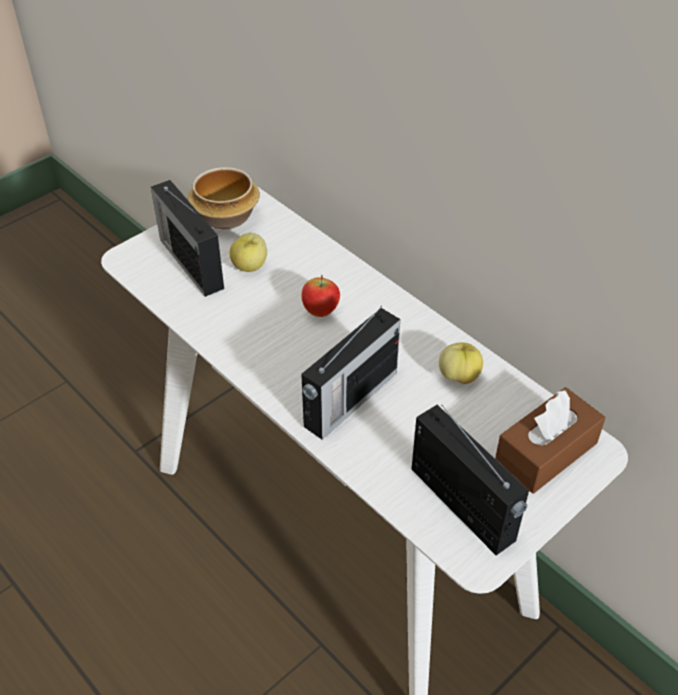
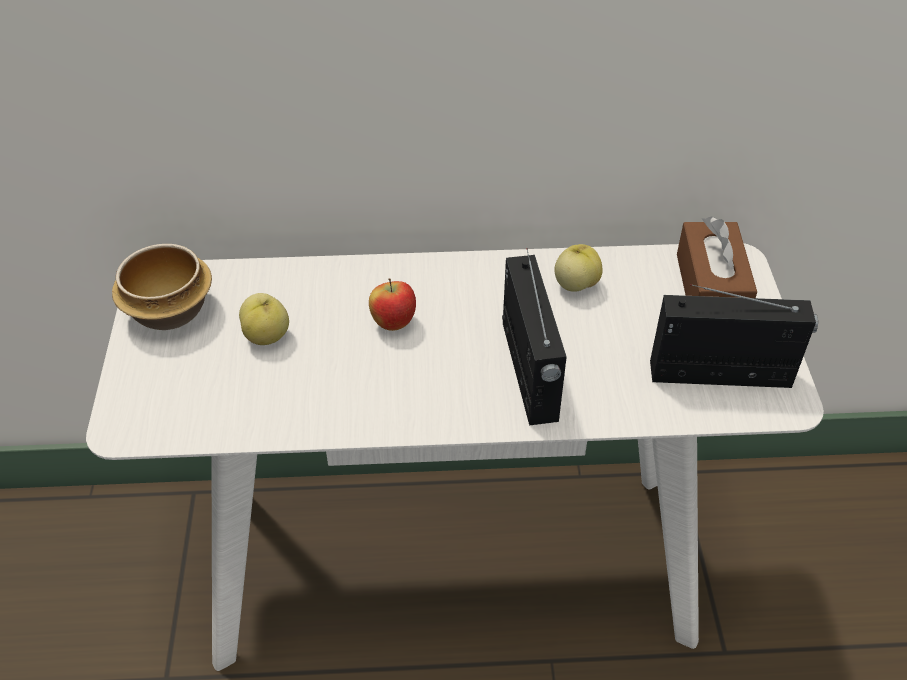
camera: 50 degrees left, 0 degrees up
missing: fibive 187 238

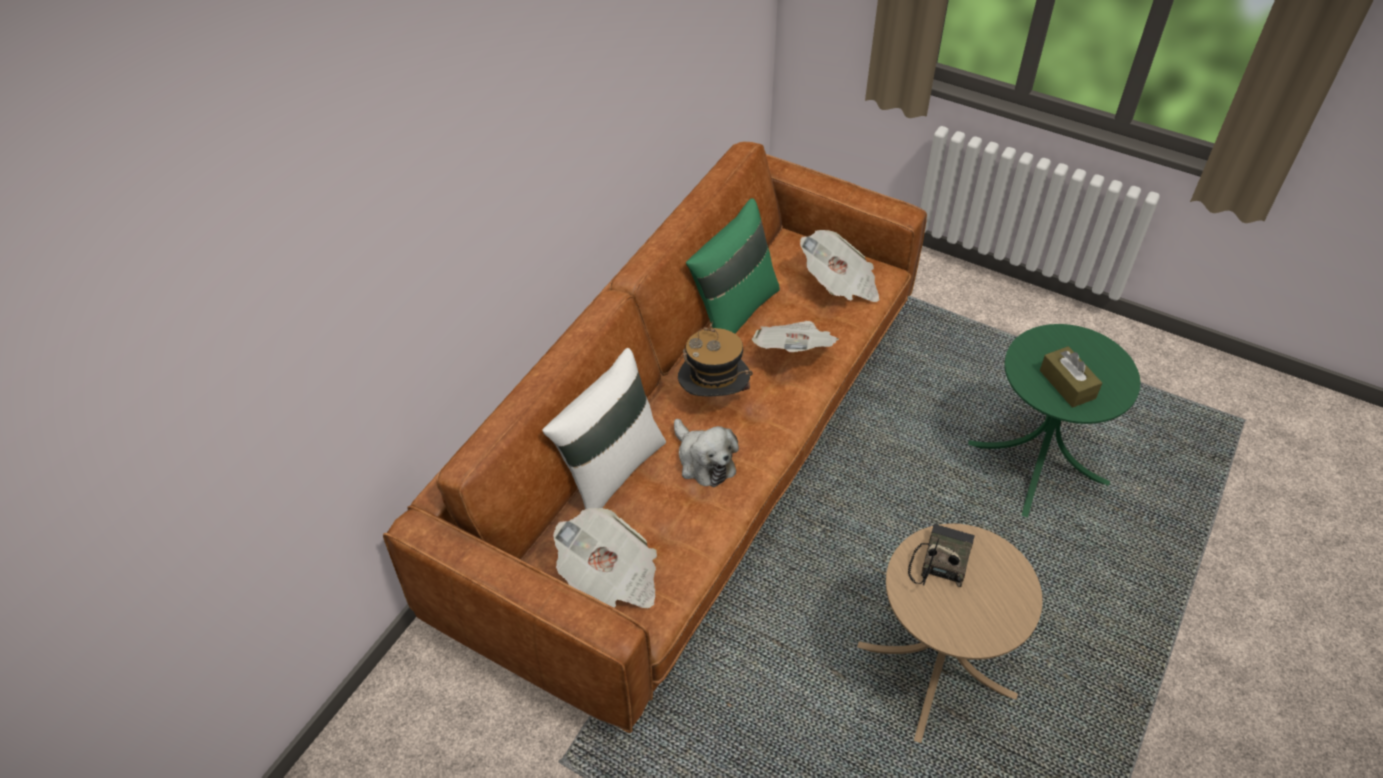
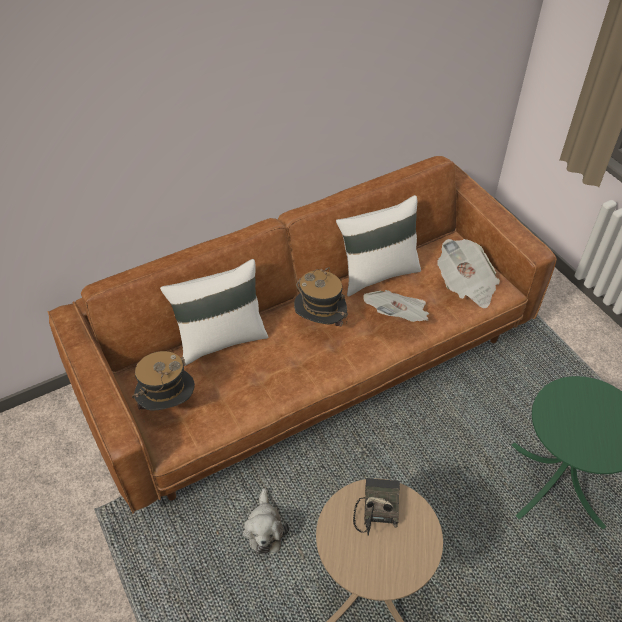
camera: 30 degrees right, 0 degrees up
missing: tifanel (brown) 1071 377
relocated: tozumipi 706 453 to 265 521
exchanged: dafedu 605 558 to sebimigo 163 386
colour: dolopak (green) 733 266 to dolopak (white) 378 246
spun: fibive 941 555 = 376 507 45 degrees counterclockwise

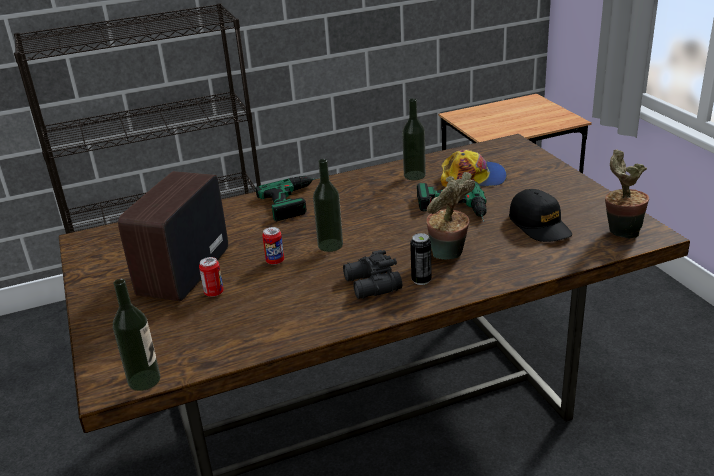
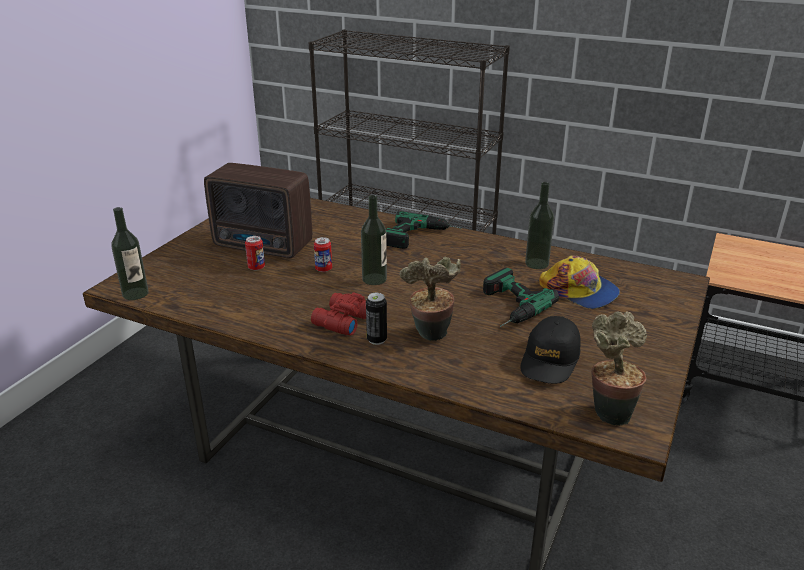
camera: 45 degrees right, 0 degrees up
colour: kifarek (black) 372 274 to kifarek (red) 338 314
spun: fibive 173 236 = 258 210 135 degrees counterclockwise

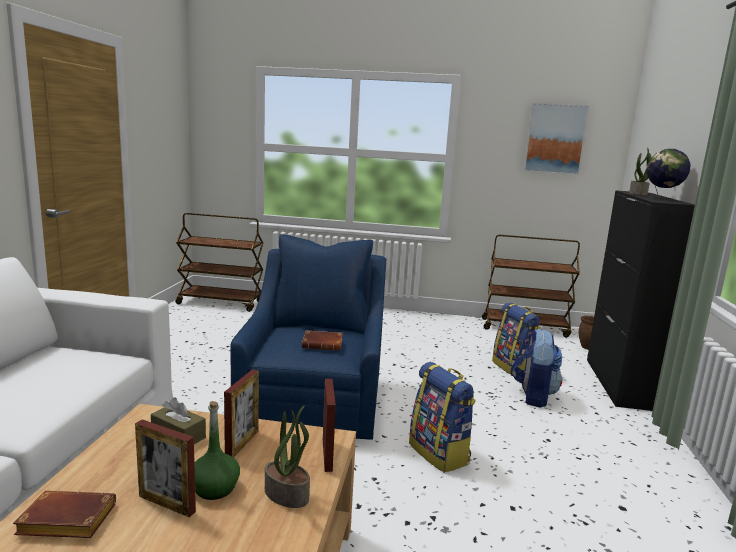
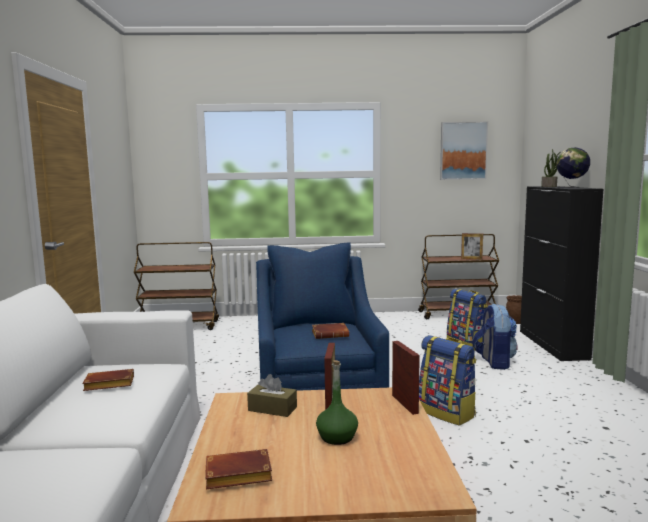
camera: 10 degrees left, 5 degrees down
missing: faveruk 287 457
appeared: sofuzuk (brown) 108 380
relocated: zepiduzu 165 468 to 472 246

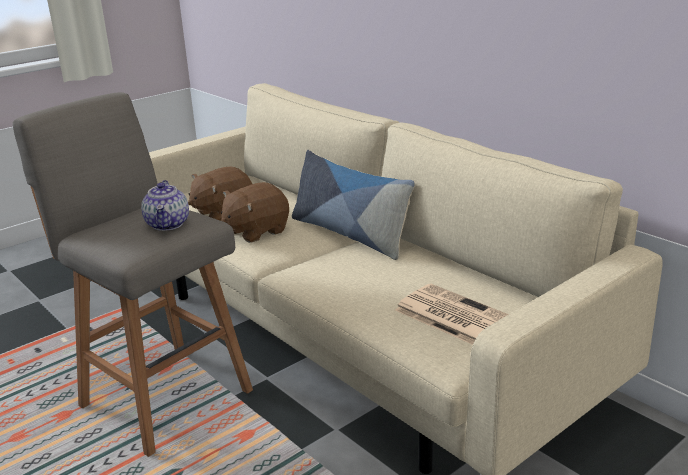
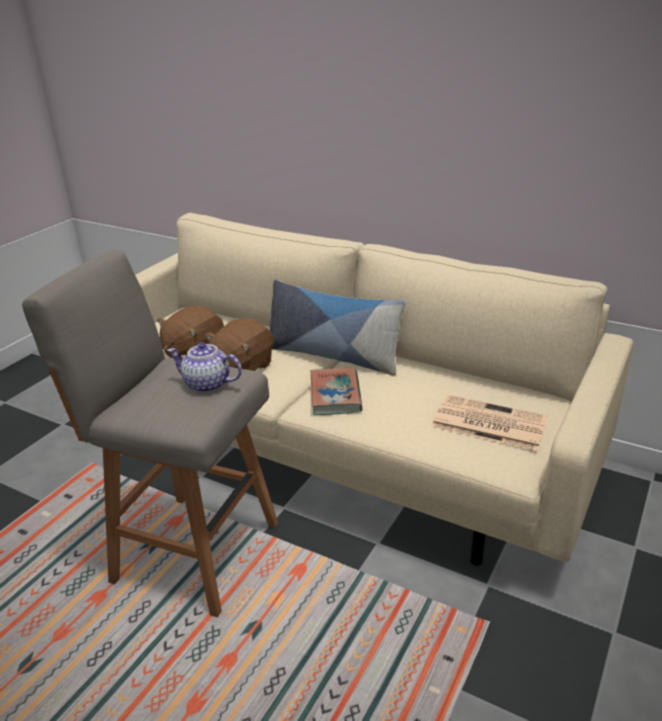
camera: 20 degrees left, 5 degrees up
appeared: sofuzuk 337 391
spun: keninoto 165 205 = 204 367 135 degrees clockwise

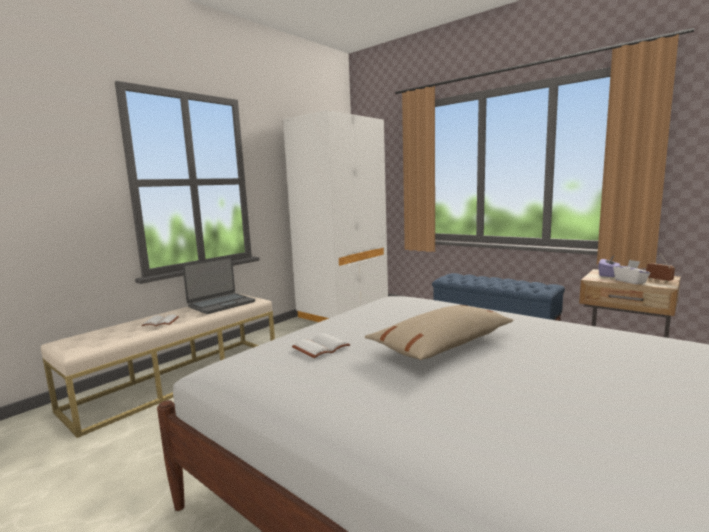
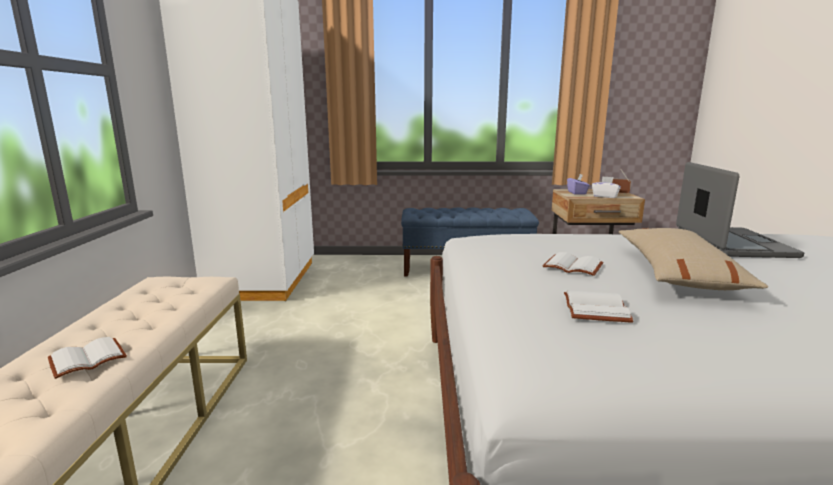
camera: 40 degrees left, 5 degrees up
appeared: sofuzuk (white) 573 264
relocated: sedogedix 218 285 to 740 210

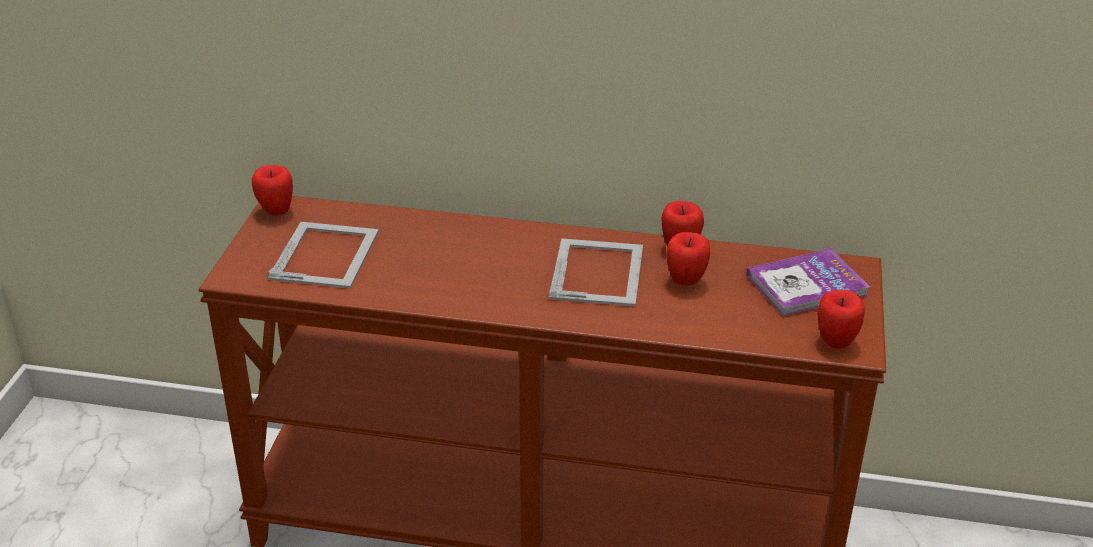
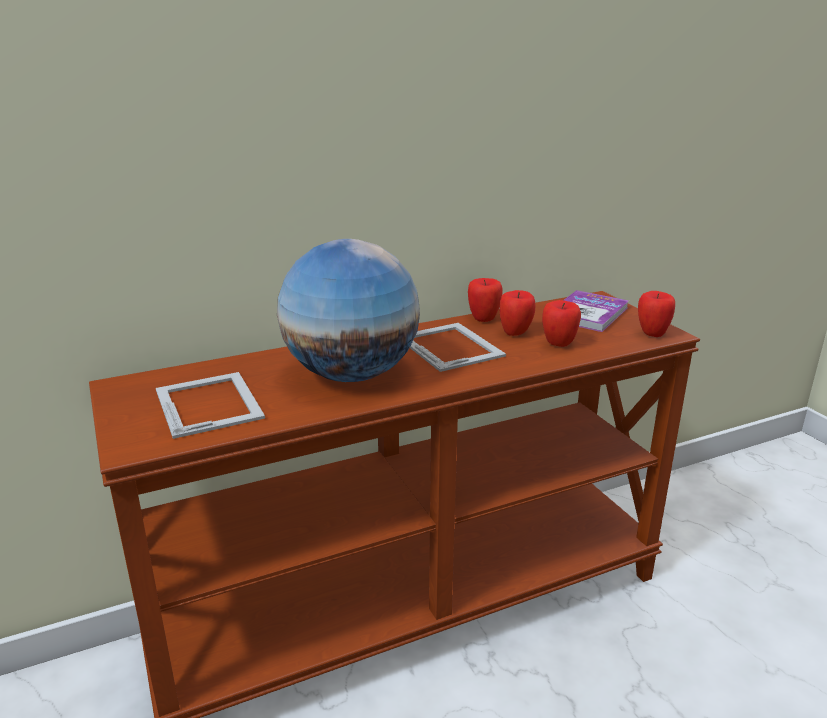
camera: 35 degrees left, 10 degrees down
appeared: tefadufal 348 310
relocated: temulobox 272 190 to 561 323

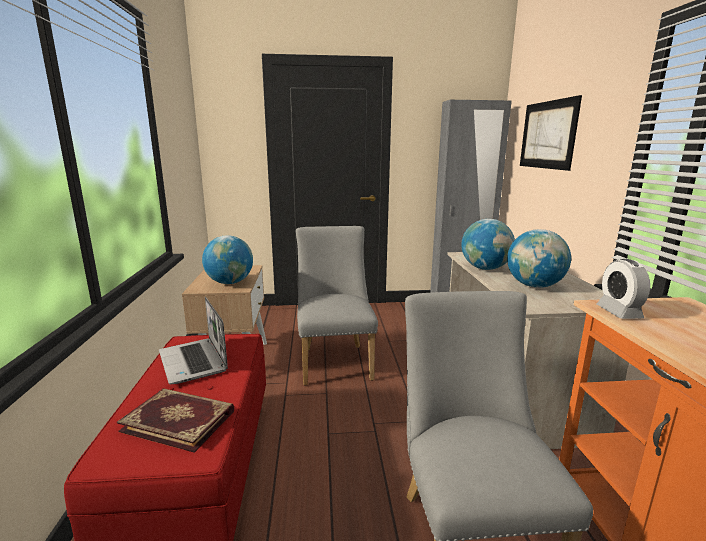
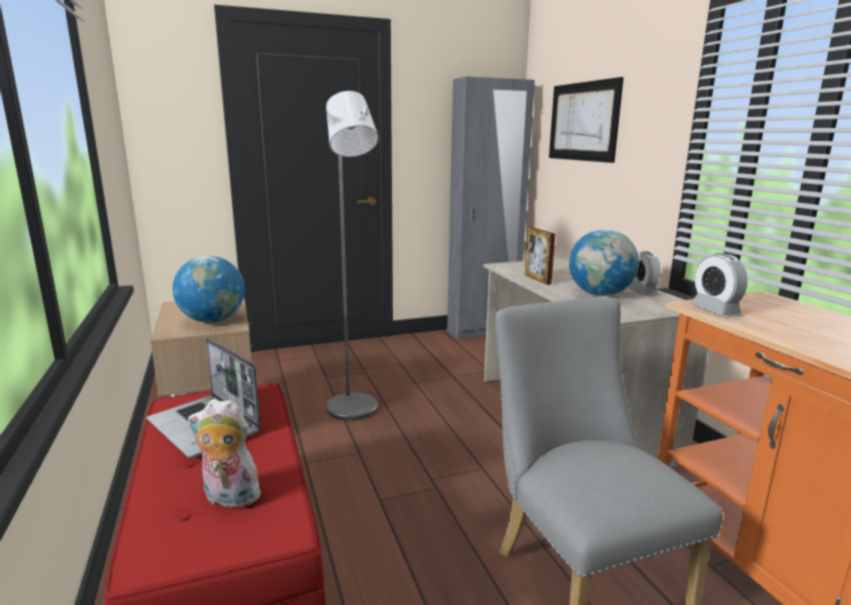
camera: 15 degrees left, 0 degrees up
appeared: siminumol 644 273
exchanged: tefadufal 488 244 to zepiduzu 540 256; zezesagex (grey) 337 306 to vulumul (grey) 352 256; sofuzuk 175 420 to tozumipi 226 453

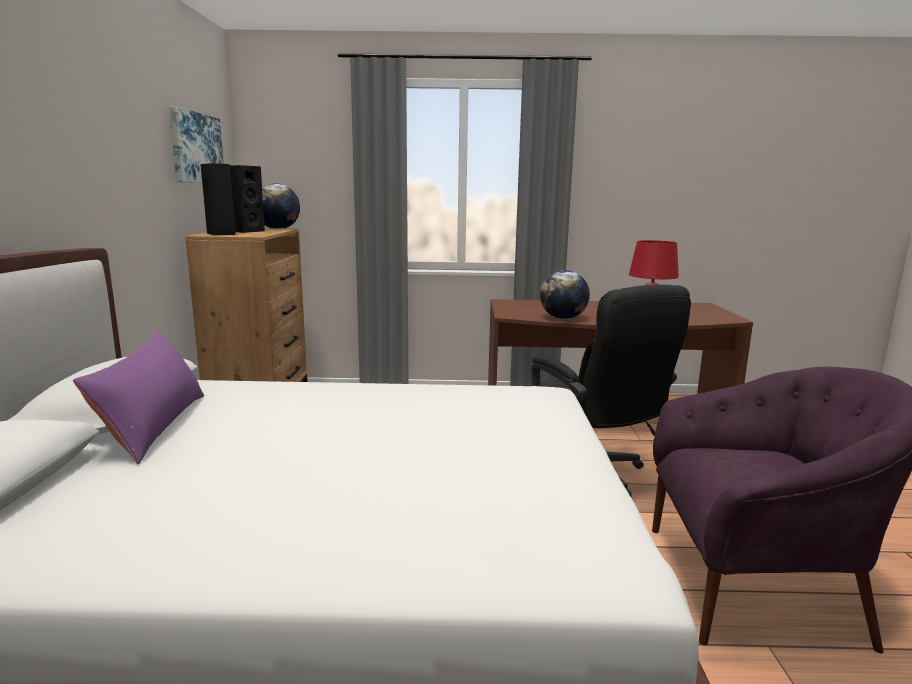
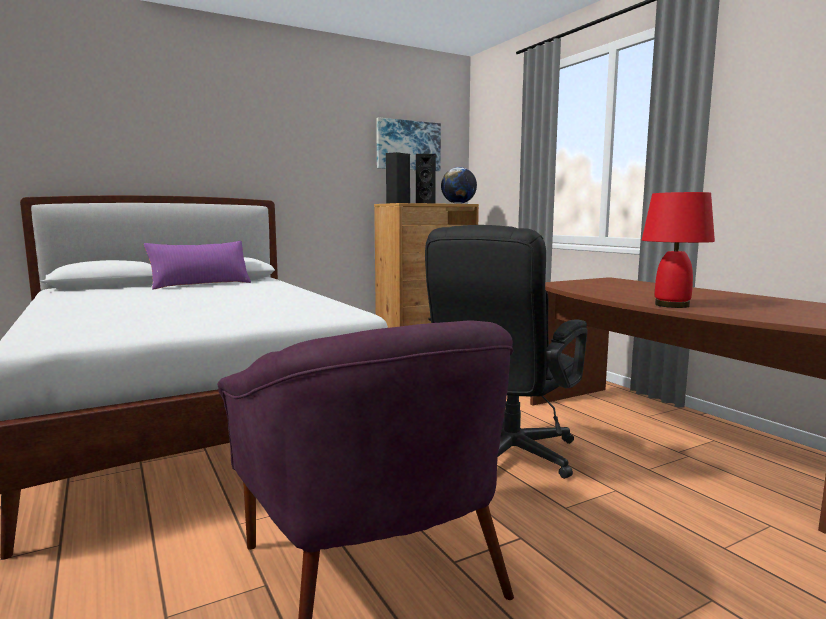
camera: 60 degrees right, 5 degrees down
missing: tefadufal 565 294

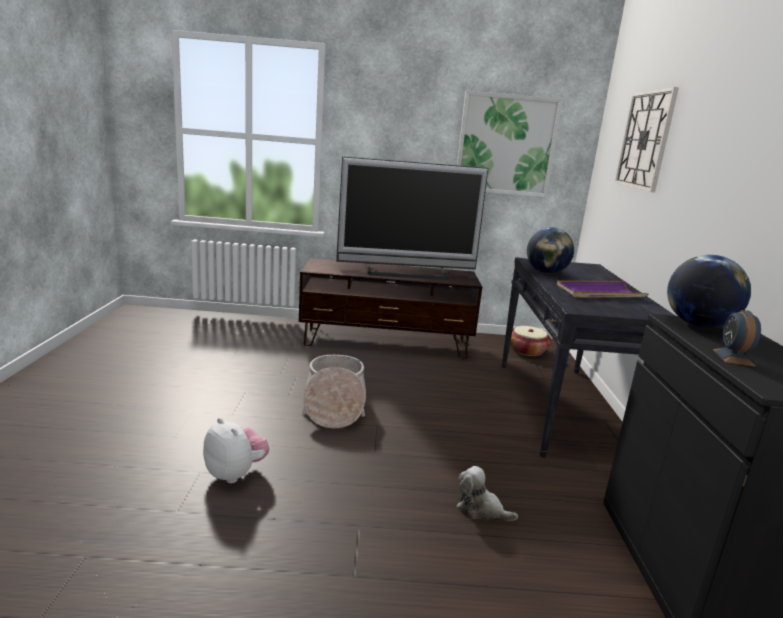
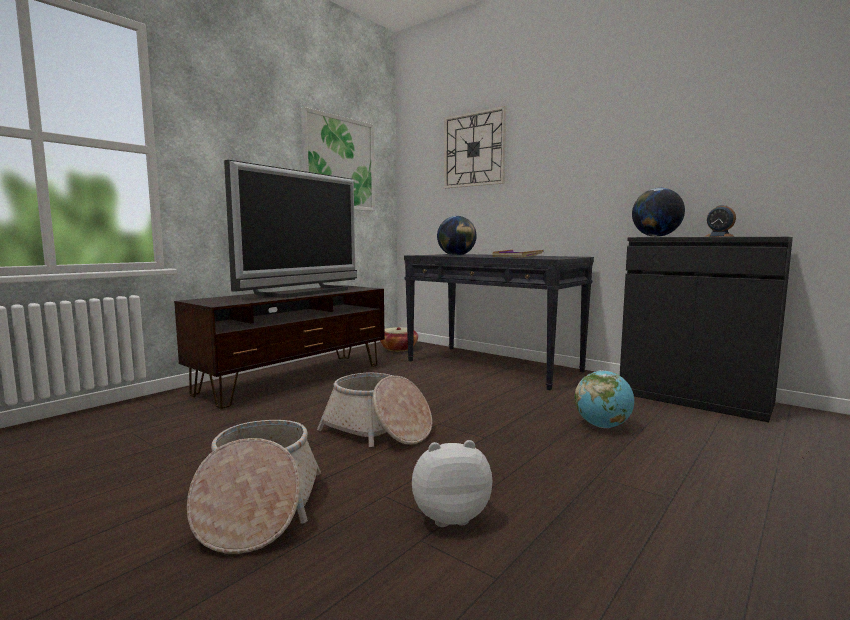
camera: 50 degrees left, 10 degrees down
appeared: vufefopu 254 487
exchanged: tozumipi 487 493 to tefadufal 604 399

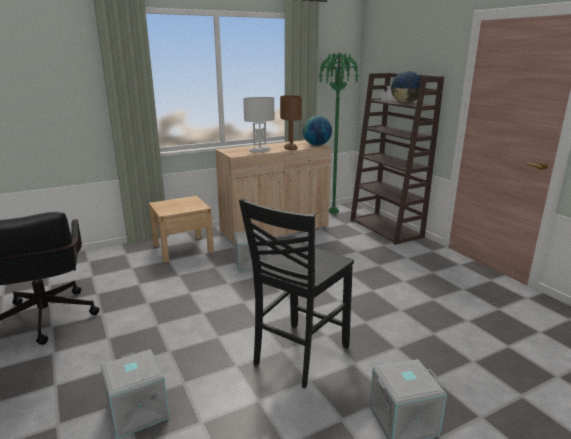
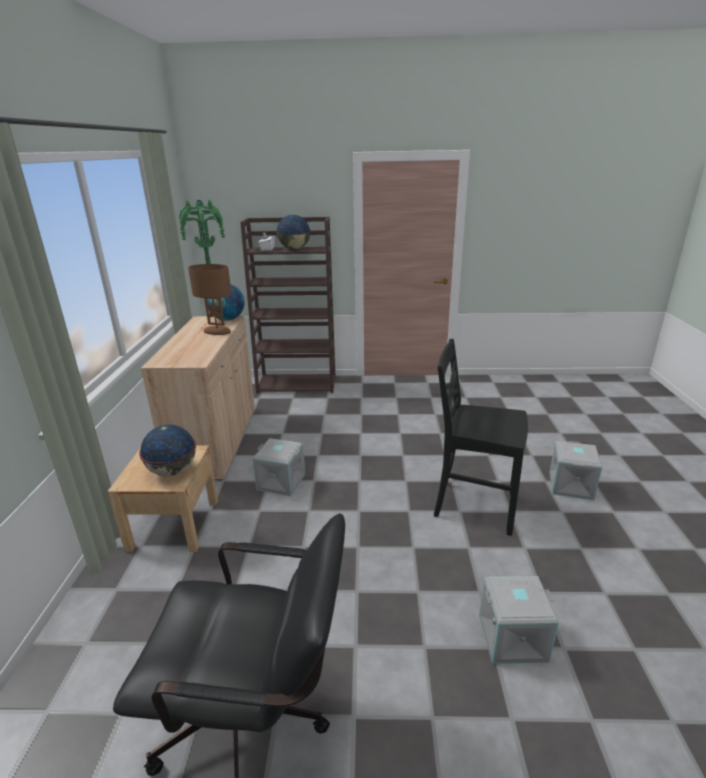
camera: 60 degrees left, 5 degrees up
missing: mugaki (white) 258 124
appeared: tefadufal 167 451
spun: zezesagex (black) 296 293 = 481 437 135 degrees clockwise

